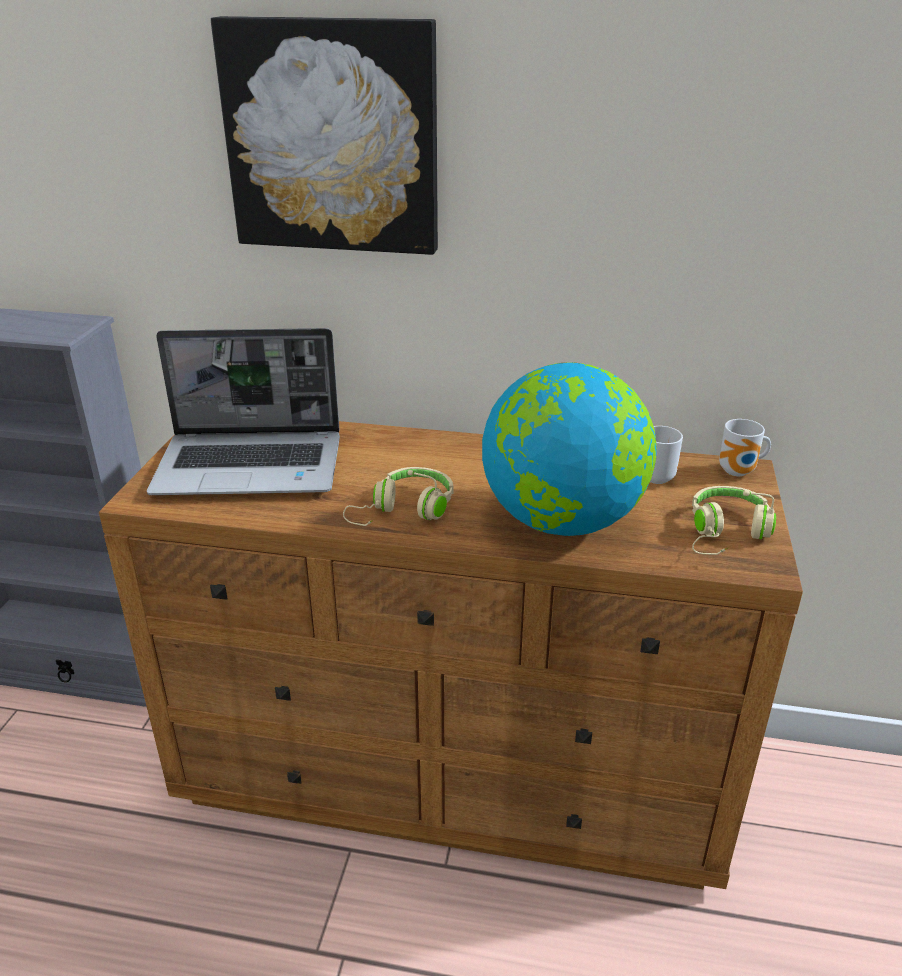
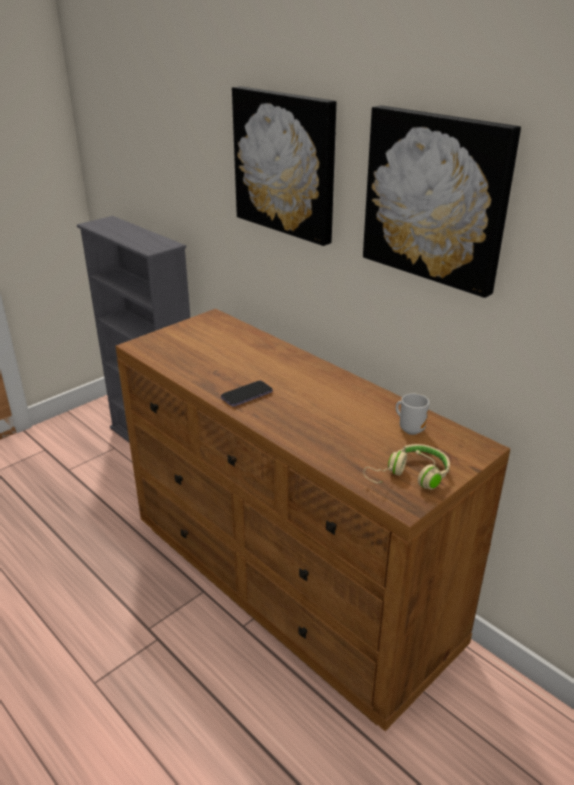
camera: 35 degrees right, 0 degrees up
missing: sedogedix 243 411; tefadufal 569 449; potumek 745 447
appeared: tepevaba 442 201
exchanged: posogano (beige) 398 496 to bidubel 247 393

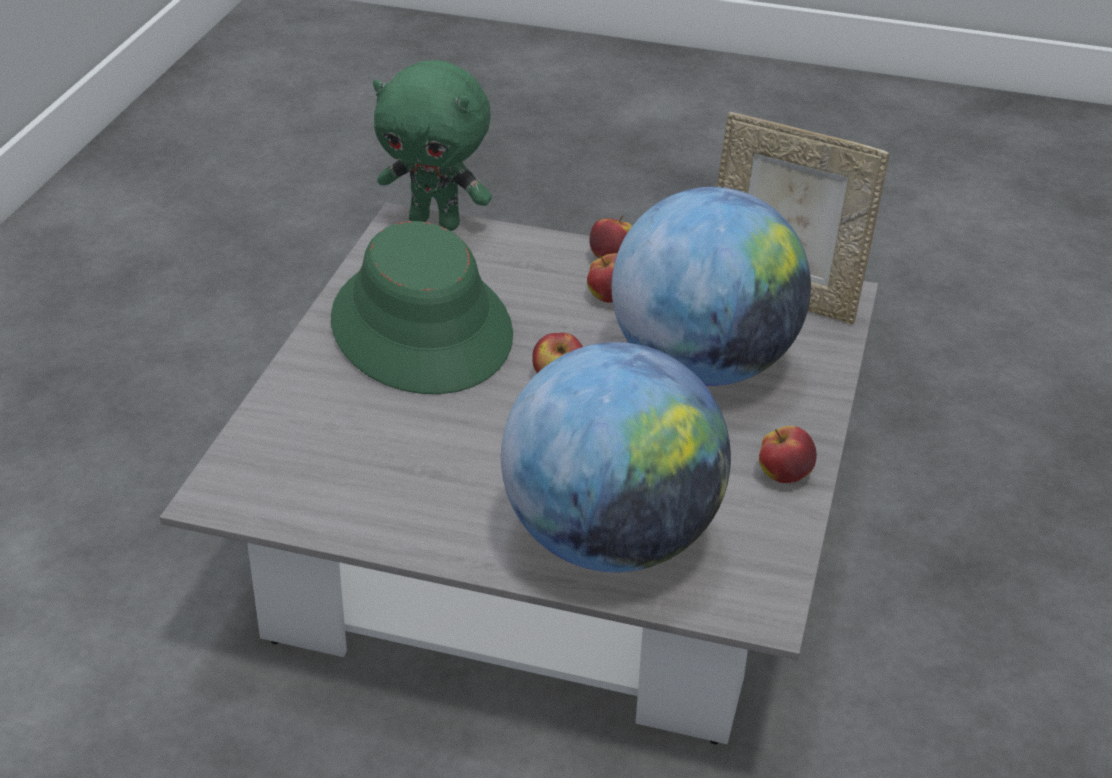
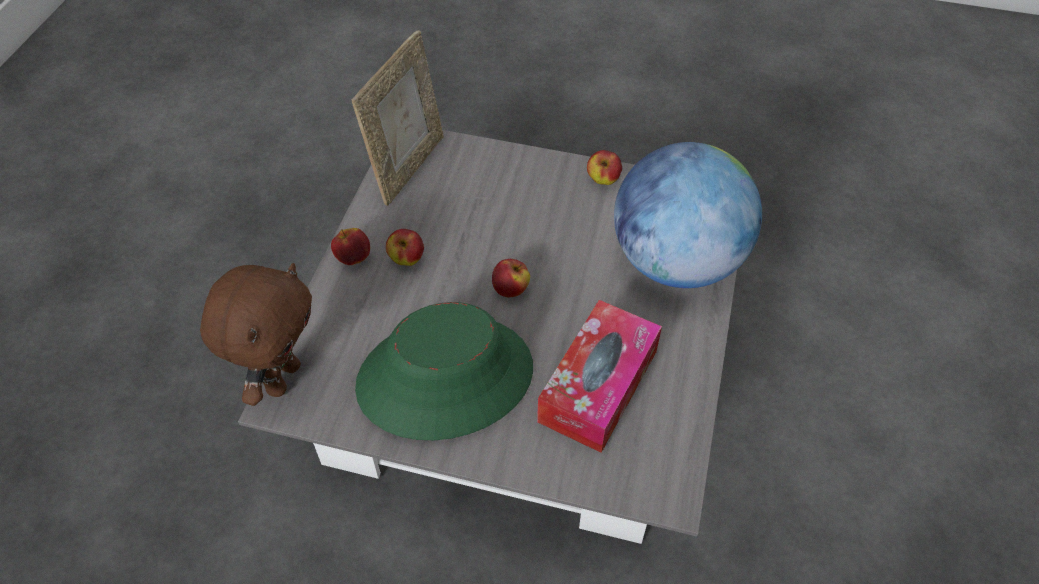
camera: 90 degrees left, 15 degrees up
missing: tefadufal 711 286
appeared: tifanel 599 376
colour: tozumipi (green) 432 145 to tozumipi (brown) 256 334

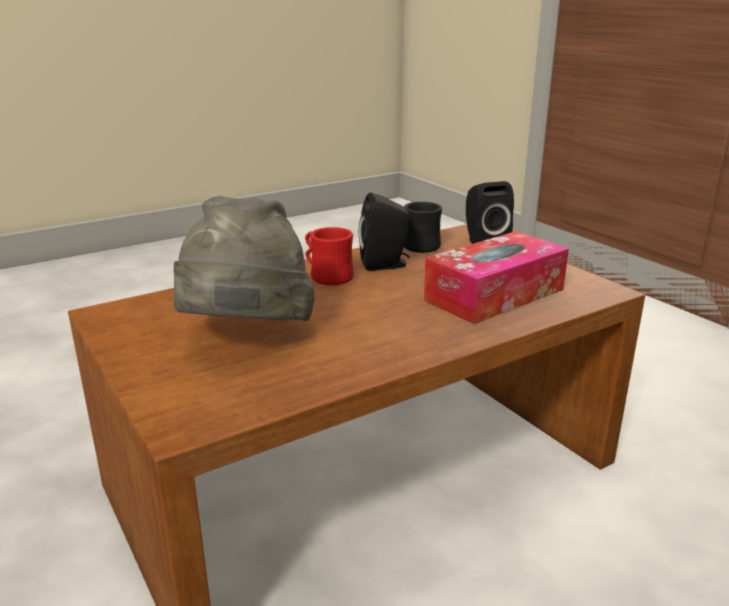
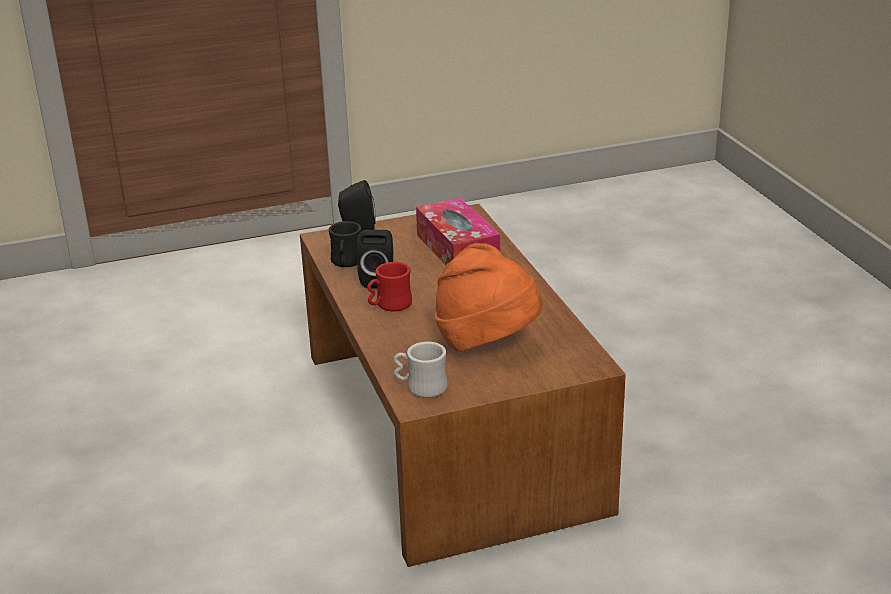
camera: 75 degrees left, 5 degrees up
appeared: potumek (white) 421 370
colour: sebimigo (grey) 244 258 to sebimigo (orange) 489 297

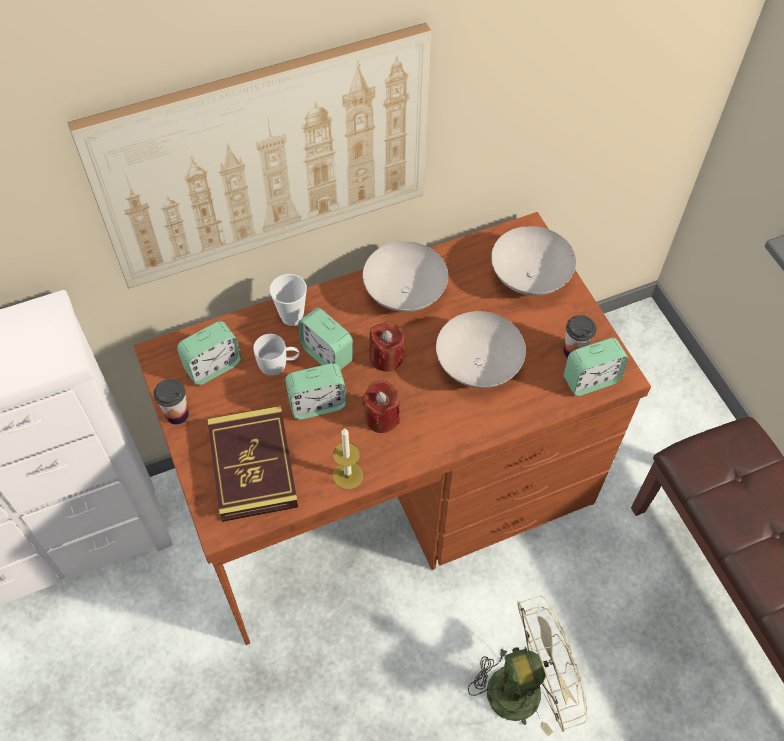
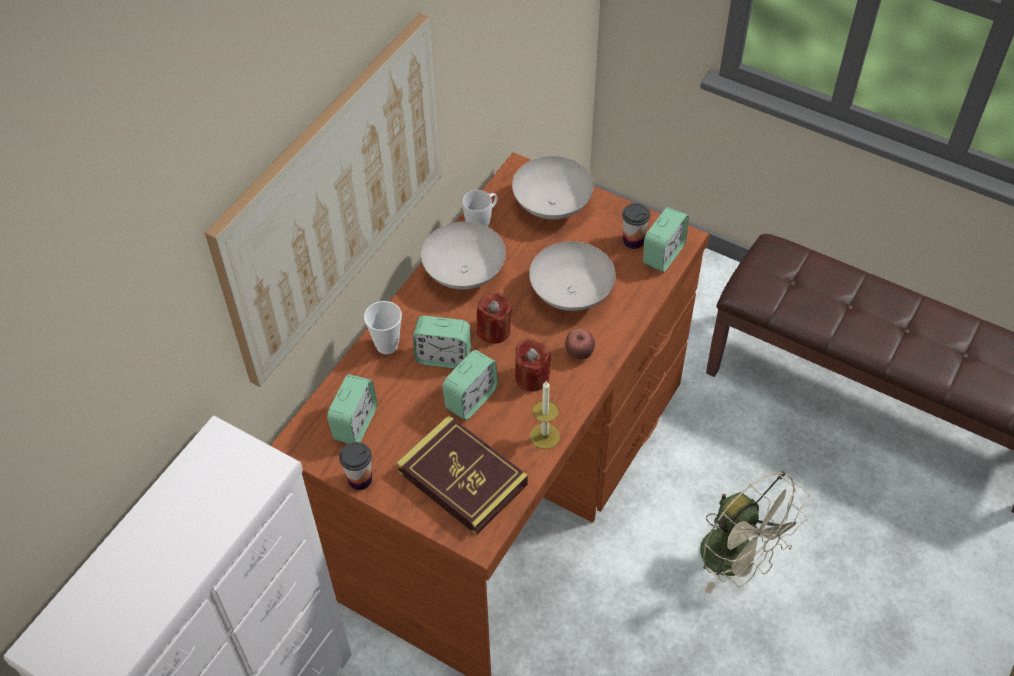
camera: 35 degrees left, 5 degrees down
appeared: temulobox 580 344
relocated: potumek (white) 276 355 to 480 208
spun: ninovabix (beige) 528 666 = 755 533 105 degrees clockwise

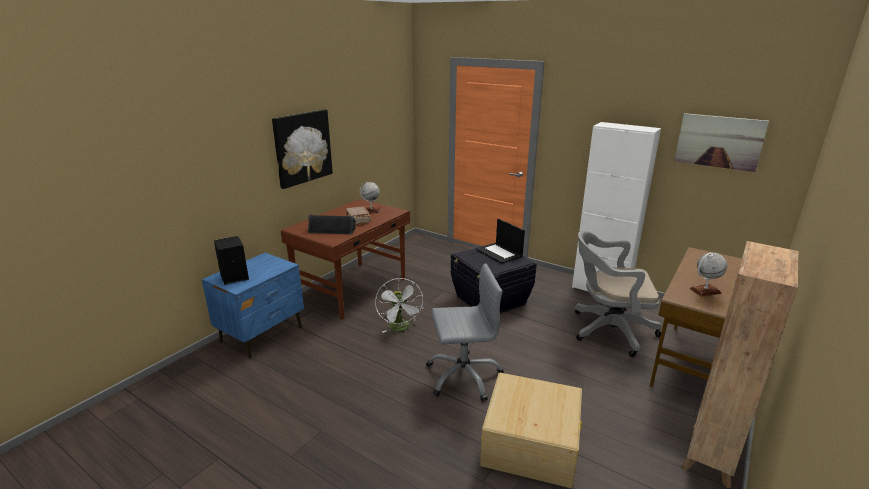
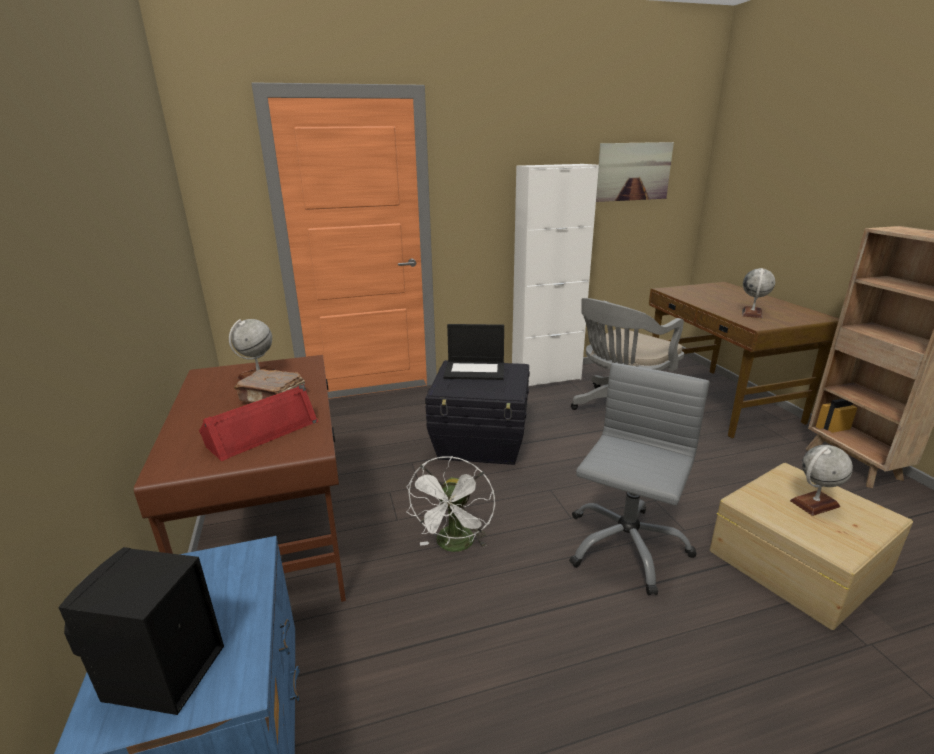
camera: 50 degrees left, 0 degrees up
missing: tepevaba 302 149
appeared: tefadufal 821 480
colour: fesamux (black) 332 225 to fesamux (red) 258 422
spun: ninovabix (white) 399 305 = 450 504 75 degrees clockwise

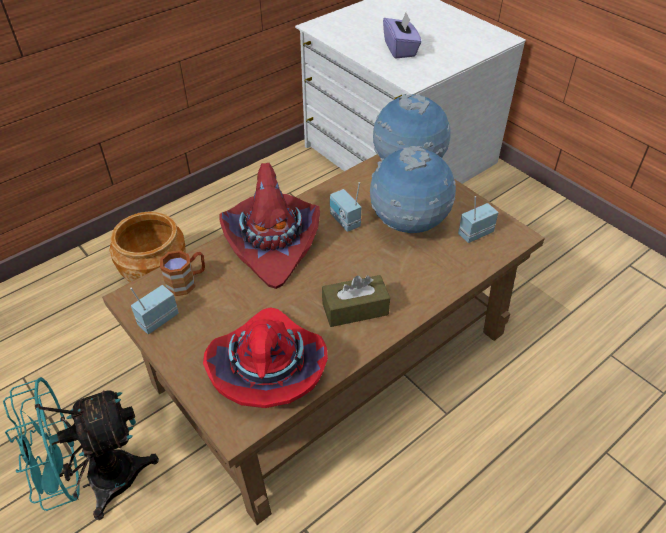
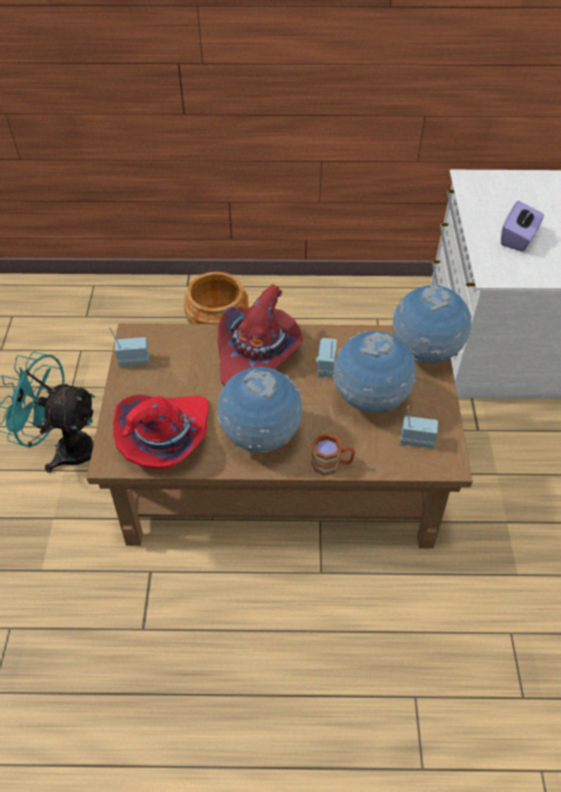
camera: 40 degrees right, 5 degrees up
relocated: potumek (brown) 182 273 to 333 454
exchanged: tifanel (brown) 356 301 to tefadufal 259 409

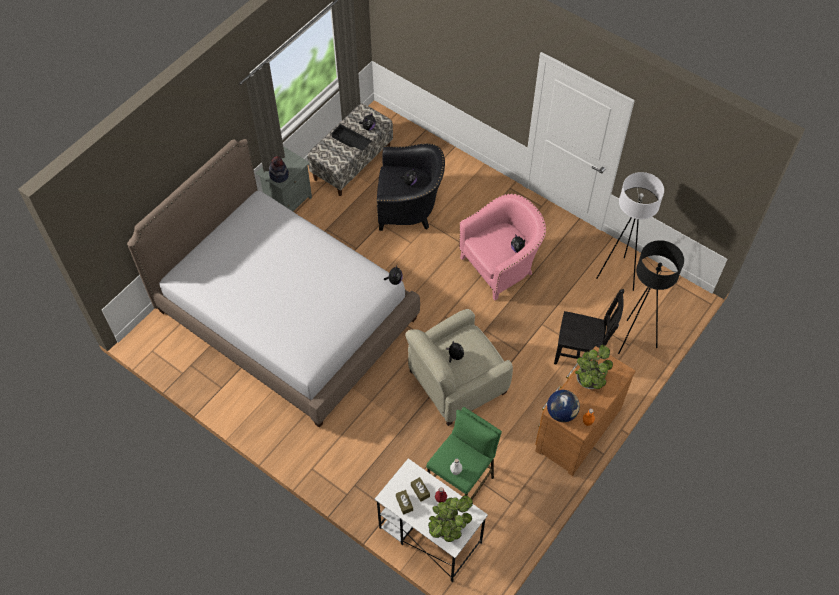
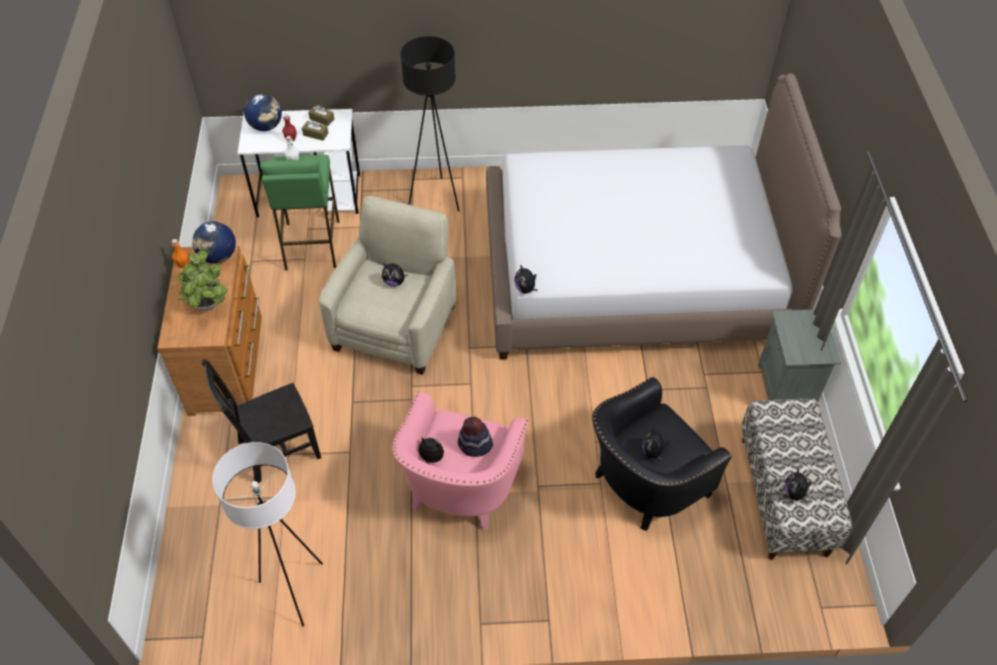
camera: 140 degrees right, 5 degrees down
missing: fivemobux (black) 351 137
relocated: sebimigo 279 169 to 475 437; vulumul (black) 651 297 to 429 124
exchanged: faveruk 450 518 to tefadufal 263 112

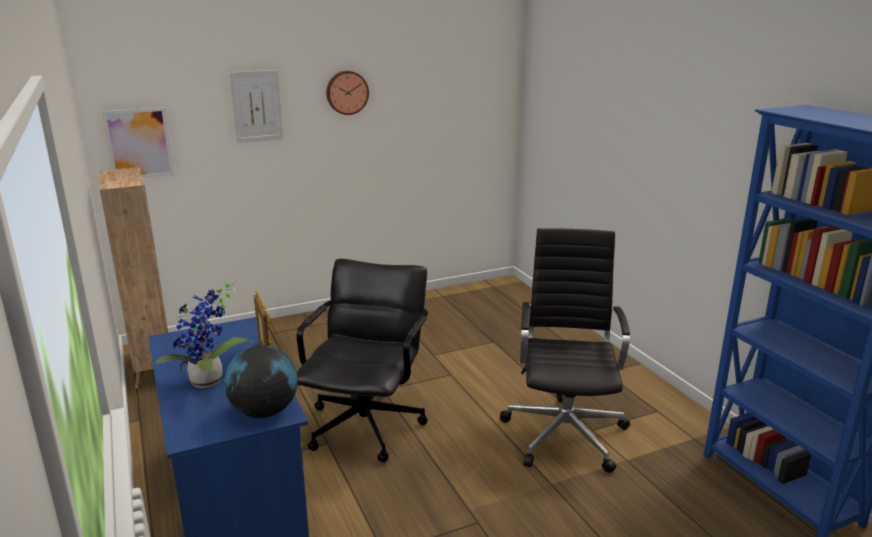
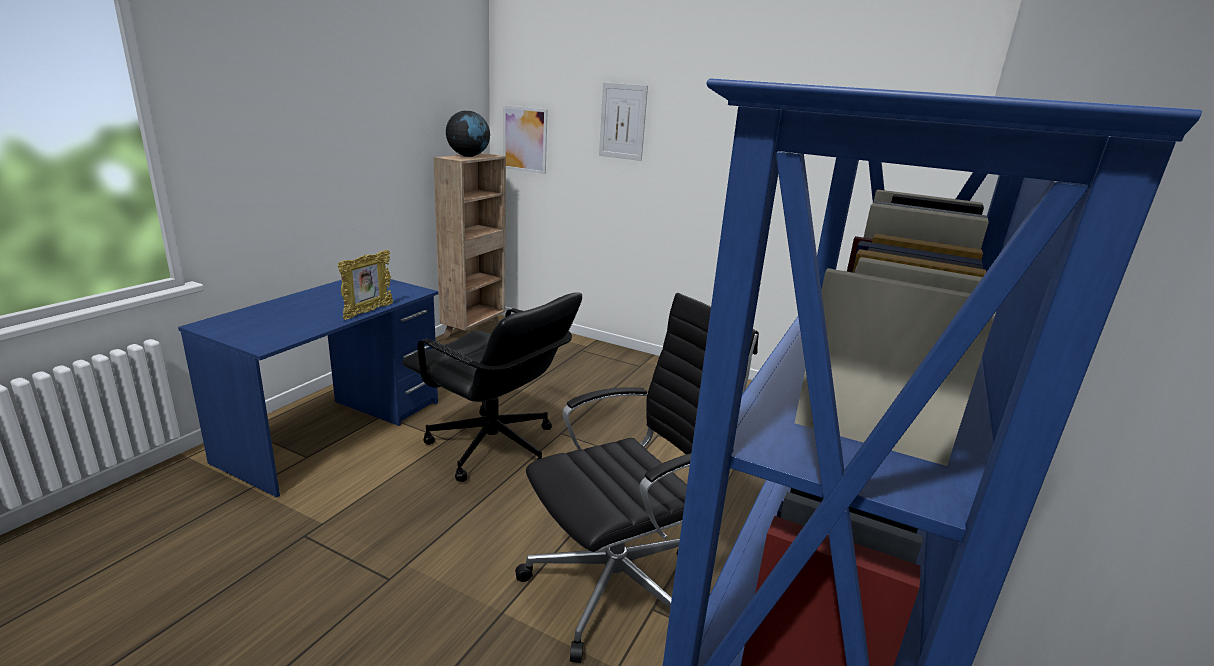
camera: 50 degrees right, 0 degrees up
missing: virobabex 347 93; faveruk 204 334
relocated: tefadufal 261 382 to 468 134
spun: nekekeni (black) 362 360 = 492 387 60 degrees clockwise

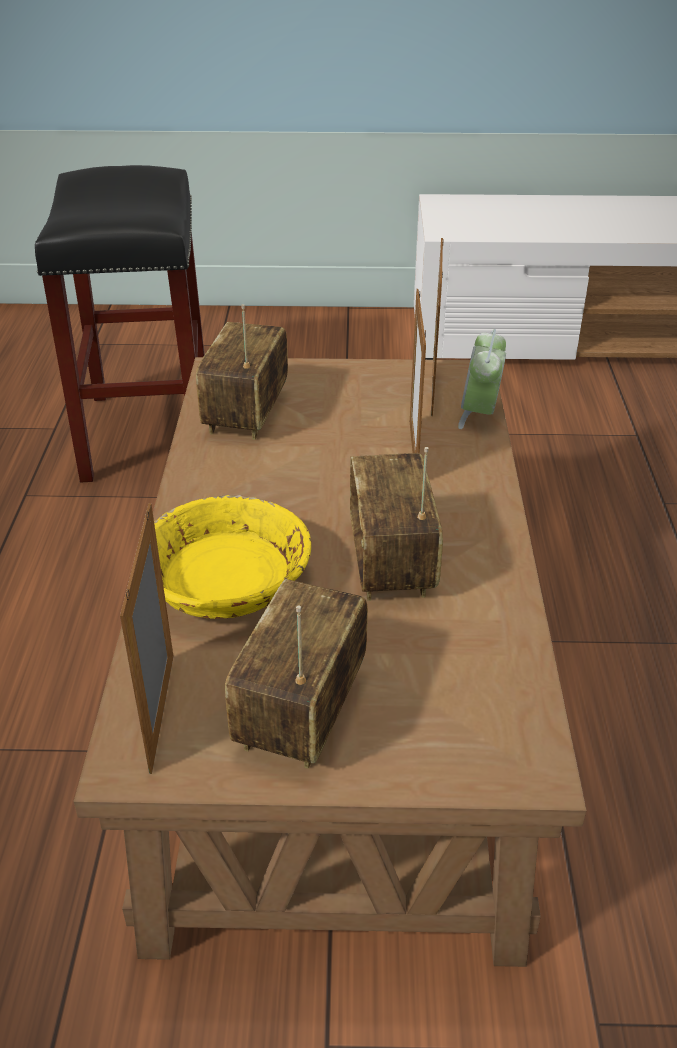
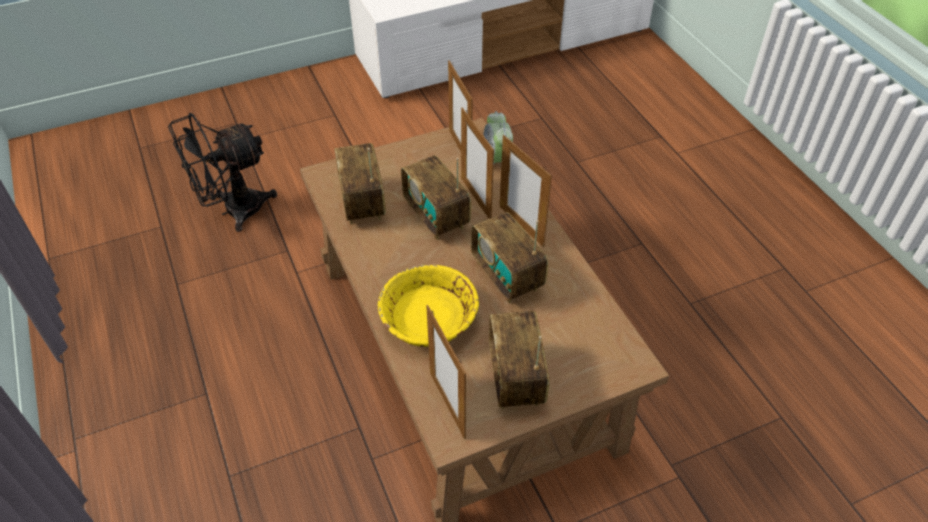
camera: 25 degrees left, 10 degrees up
appeared: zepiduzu 526 191; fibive 436 197
exchanged: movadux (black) 120 323 to ninovabix (black) 222 172

